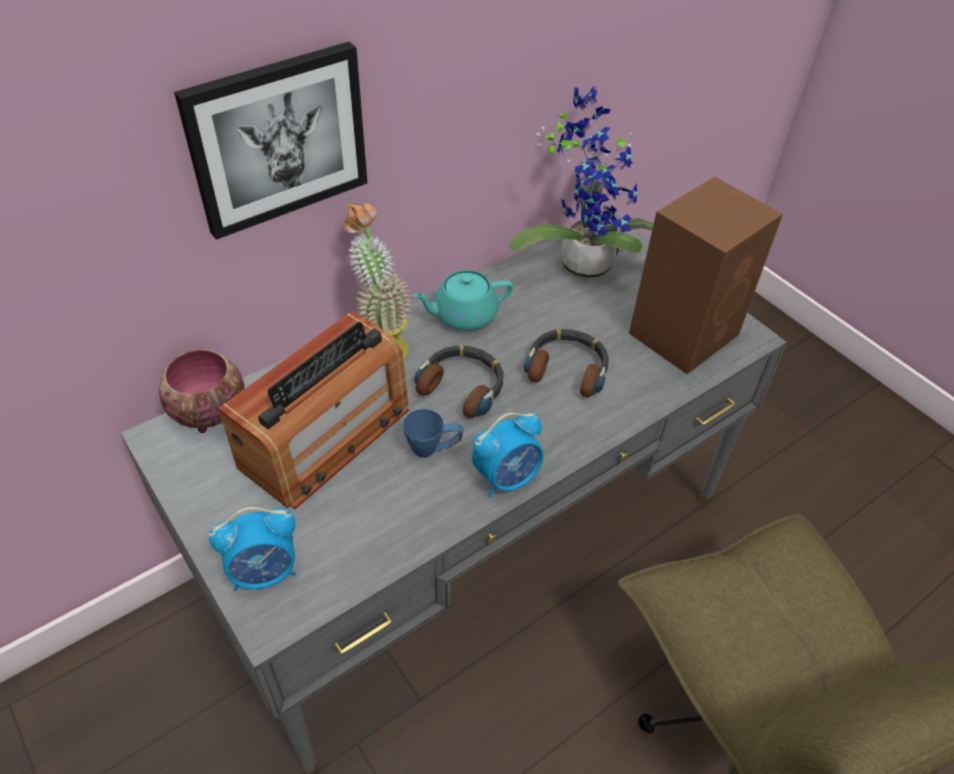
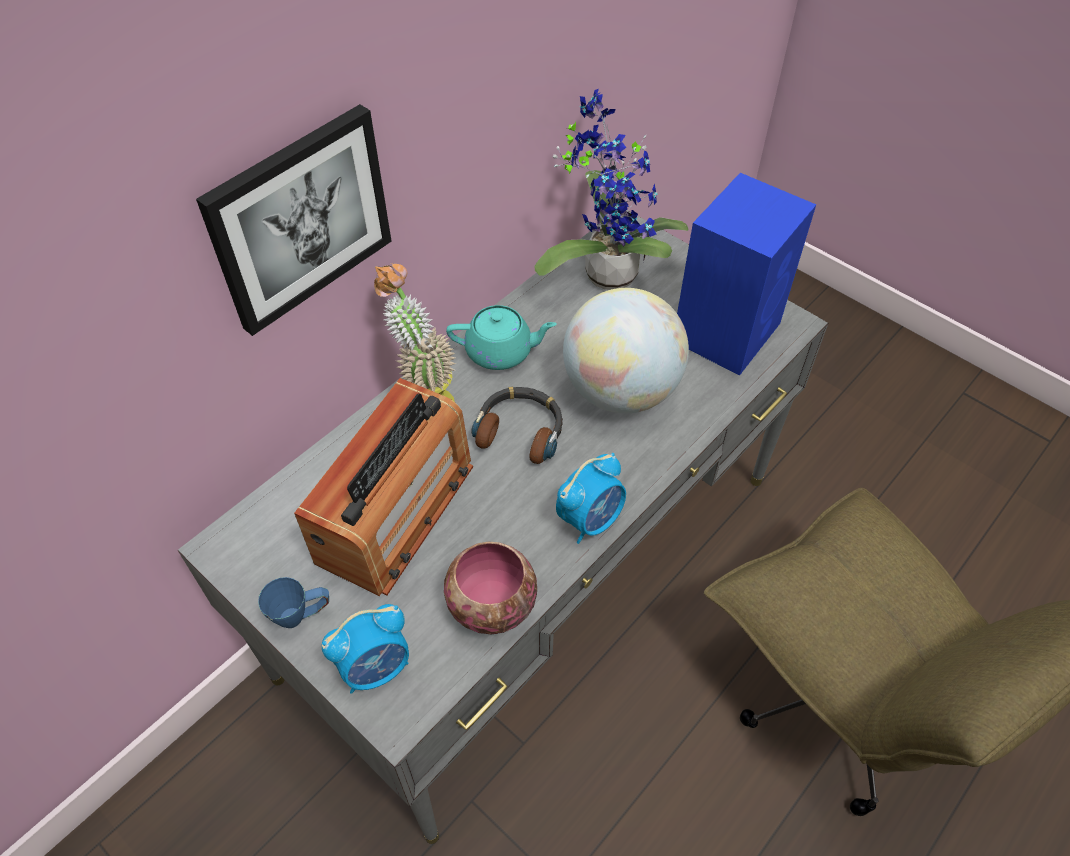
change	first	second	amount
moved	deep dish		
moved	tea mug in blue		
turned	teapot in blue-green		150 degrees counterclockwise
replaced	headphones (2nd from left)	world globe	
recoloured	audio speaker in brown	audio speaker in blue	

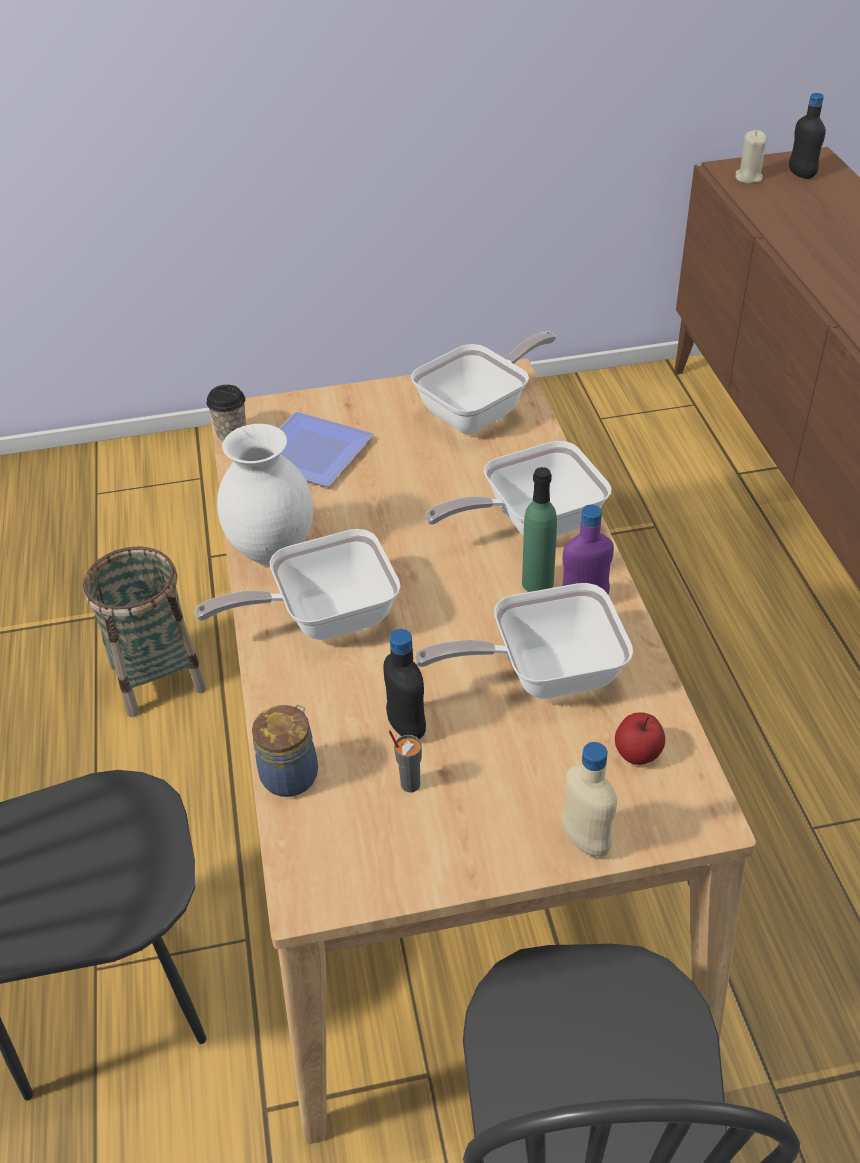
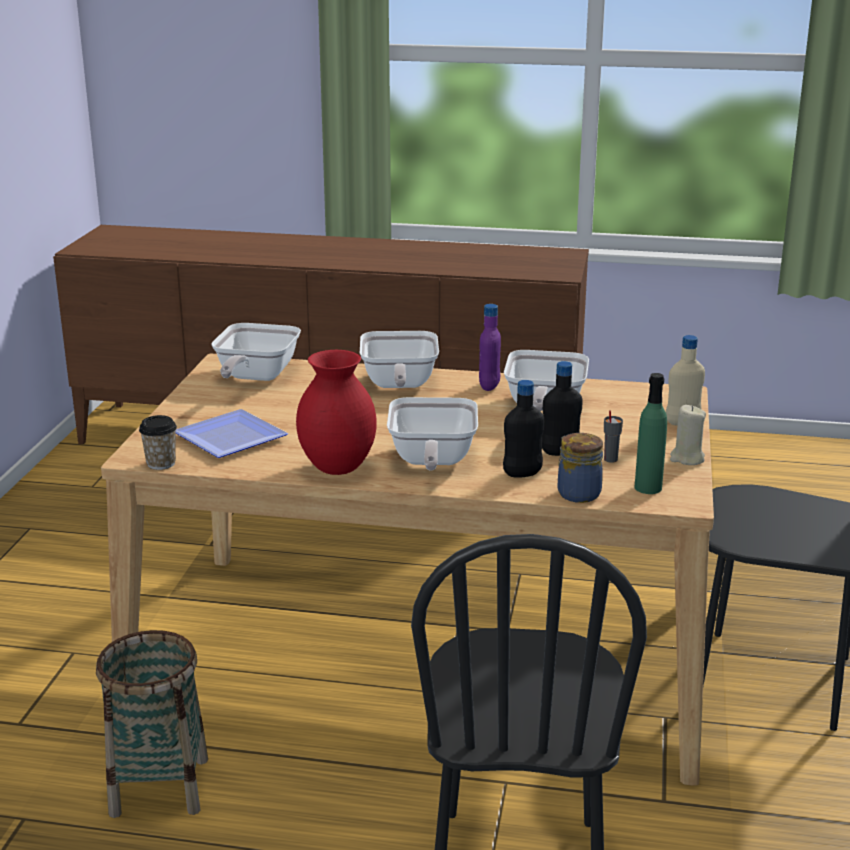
change	first	second	amount
recoloured	flower vase in white	flower vase in red-coloured	
turned	frying pan (2nd from left in the first image)	frying pan (1st from left)	150 degrees counterclockwise
moved	beverage bottle in green-coloured		
removed	apple fruit		
moved	wax light in sand-coloured		
moved	beverage bottle in black-coloured (2nd from left in the first image)	beverage bottle in black-coloured (1st from left)	

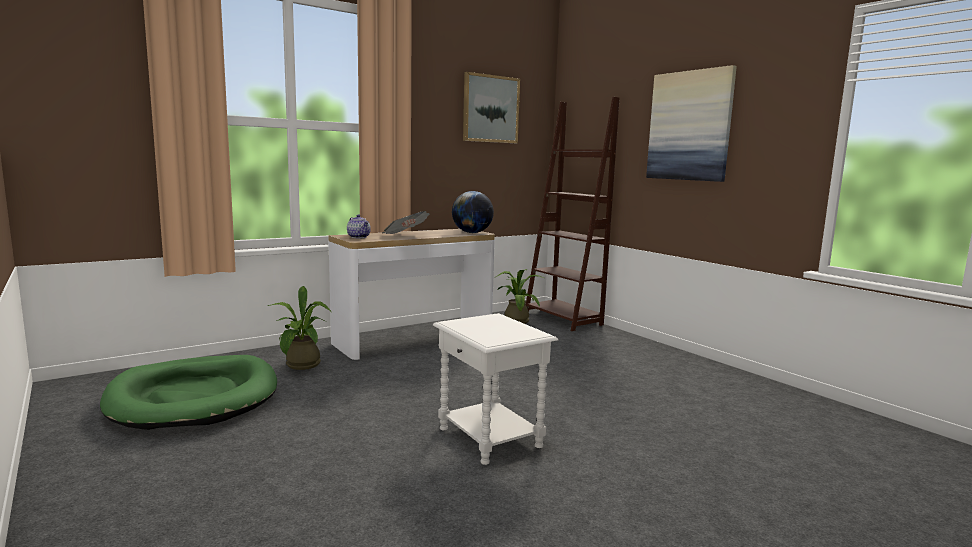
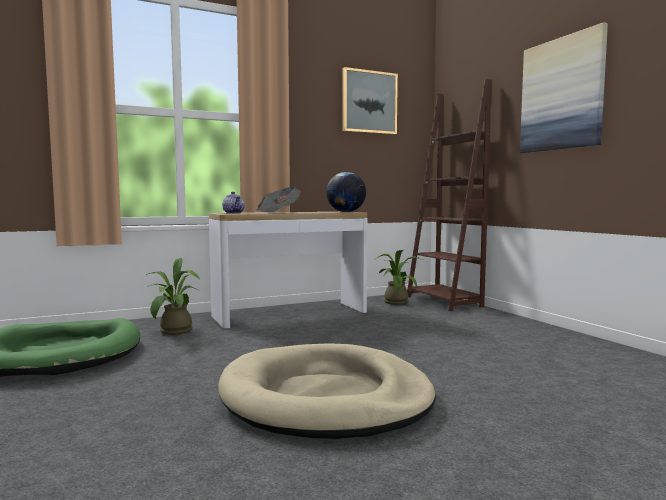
change	first	second	amount
replaced	end table in white	dog bed in sand-coloured	

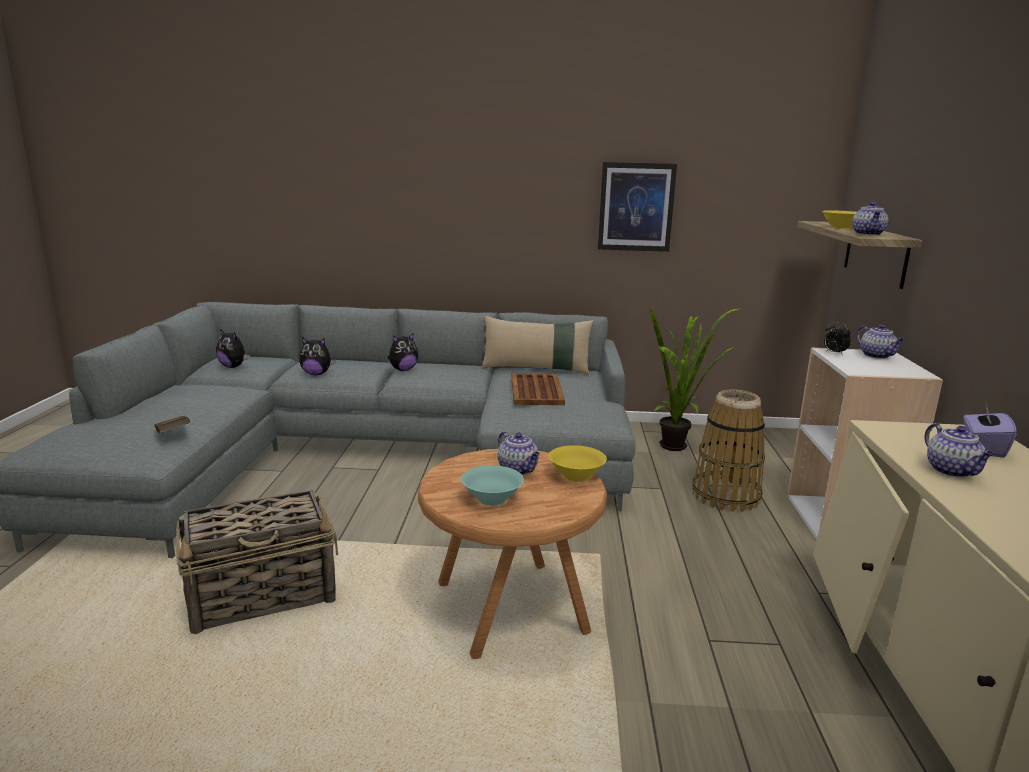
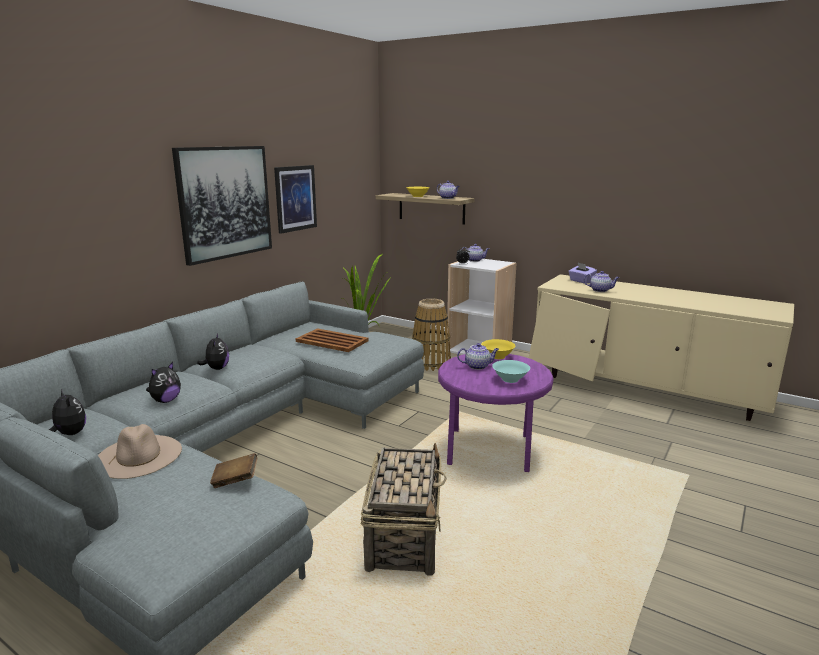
change	first	second	amount
turned	plush toy (1st from left)		105 degrees counterclockwise
recoloured	end table in brown	end table in purple-coloured	
removed	cushion in sand-coloured		
added		wearable hat in sand-coloured	
added		wall art (1st from left)	

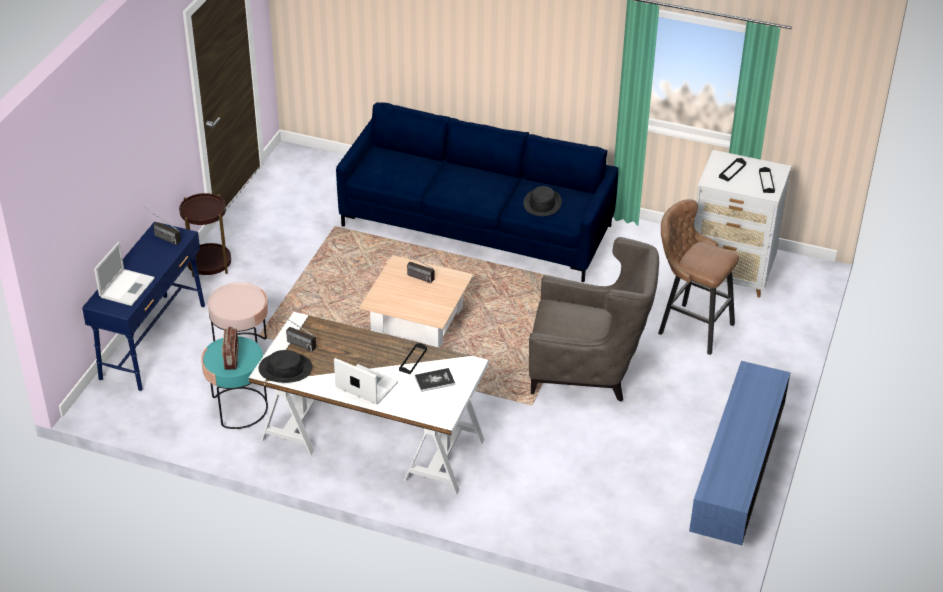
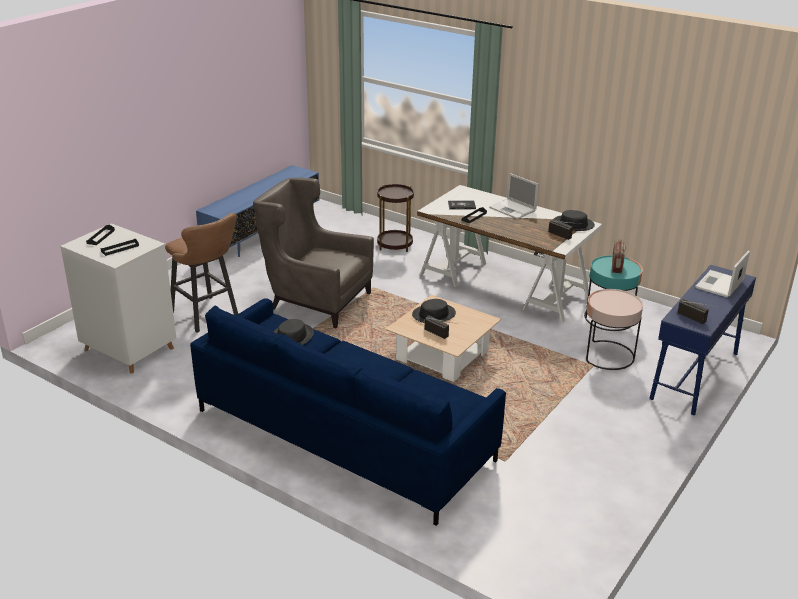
change	first	second	amount
moved	end table in brown		
added		wearable hat in black-coloured (2nd from left)	

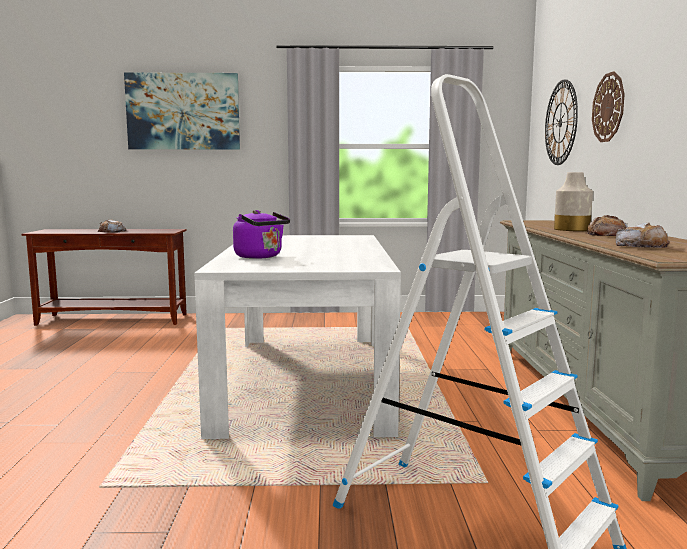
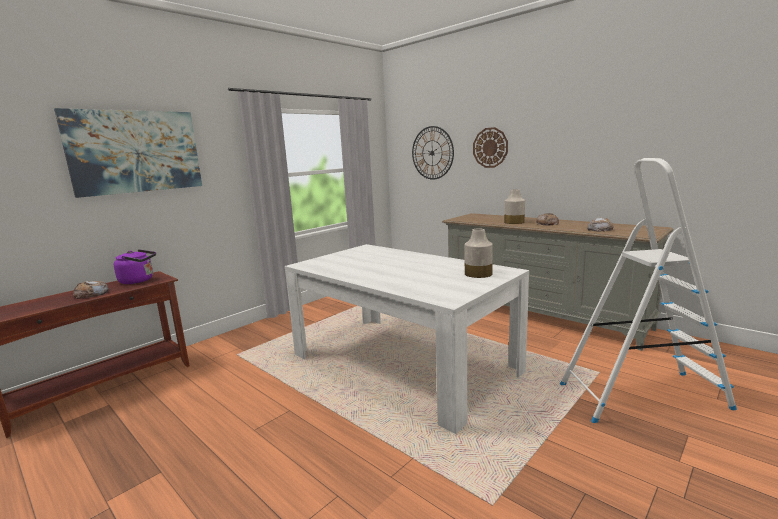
change	first	second	amount
moved	water kettle in purple-coloured		
added		flower vase in sand-coloured (1st from left)	

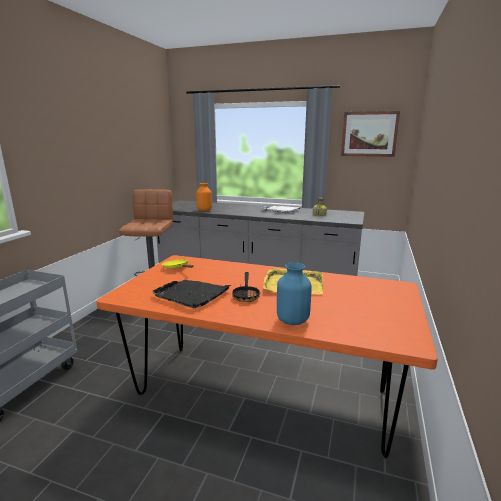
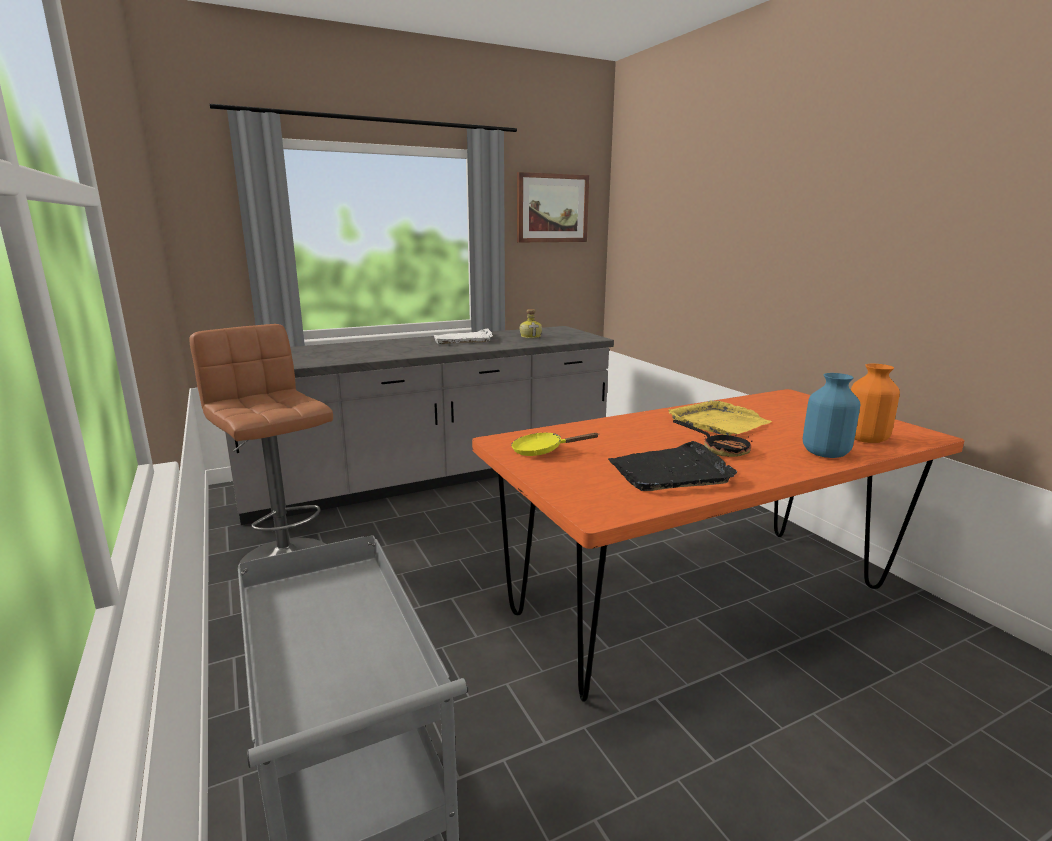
change	first	second	amount
moved	flower vase in orangey		

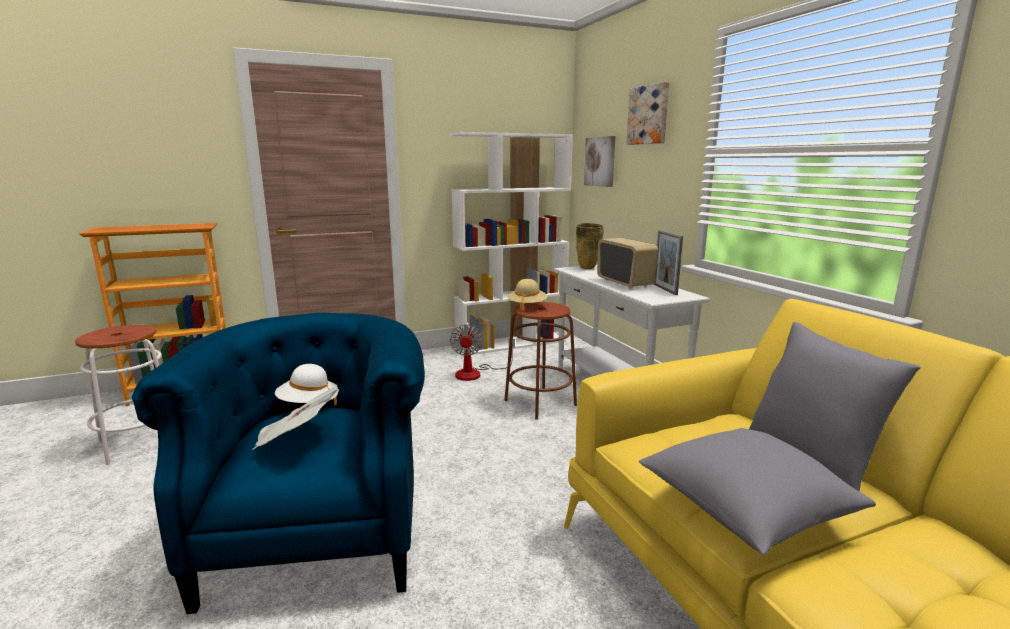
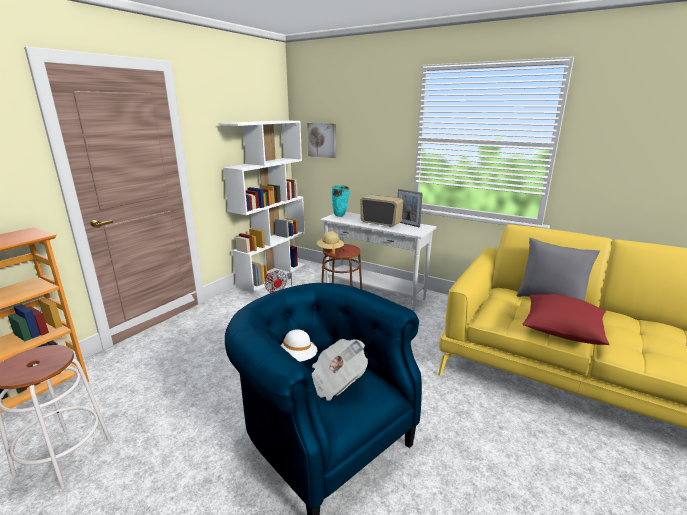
change	first	second	amount
recoloured	flower vase in sand-coloured	flower vase in blue-green	
removed	wall art (2nd from left)		
recoloured	cushion in grey (1st from left)	cushion in red-coloured	

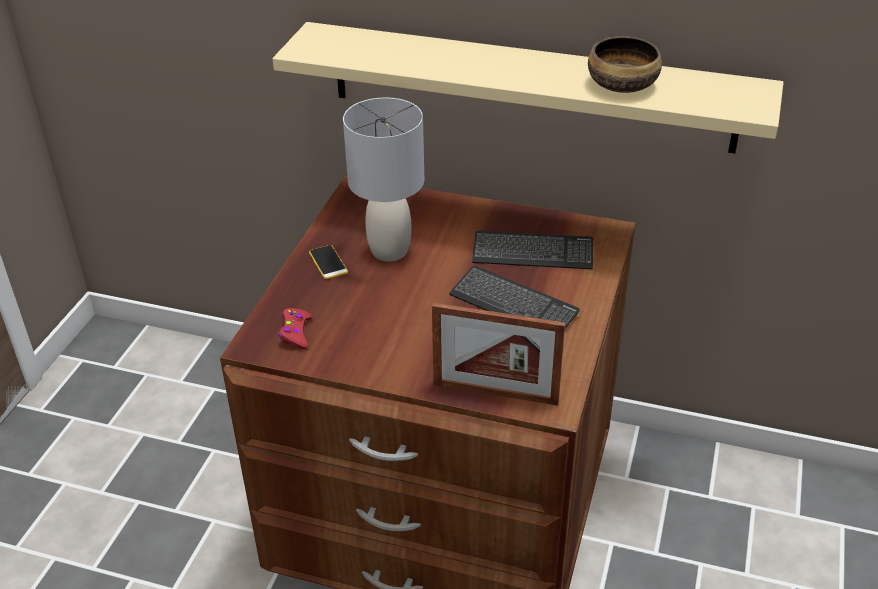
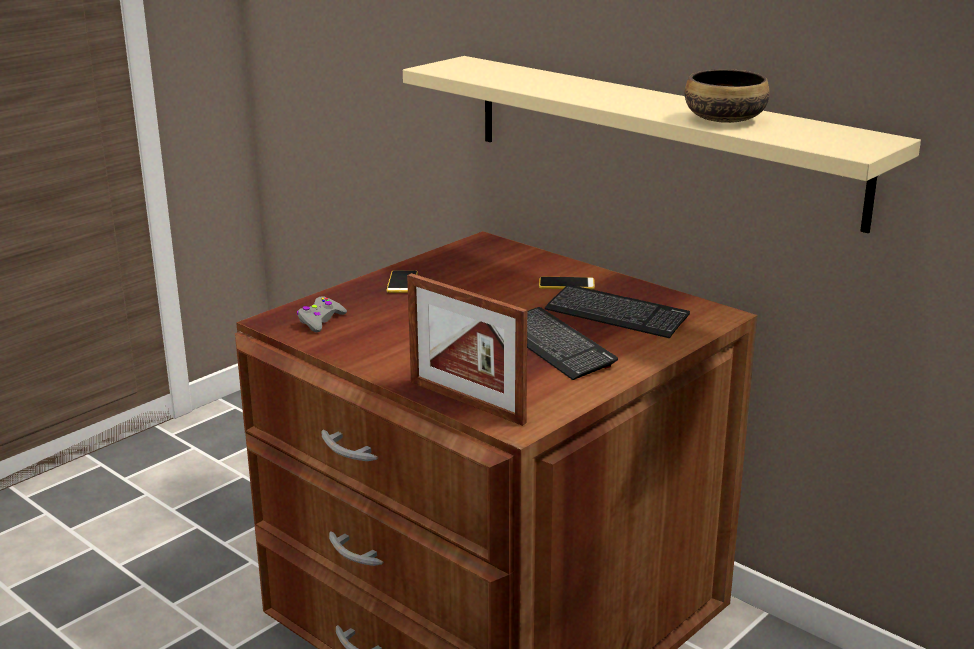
change	first	second	amount
recoloured	joypad in red-coloured	joypad in grey	
removed	table lamp in grey		
added		handset (2nd from left)	

